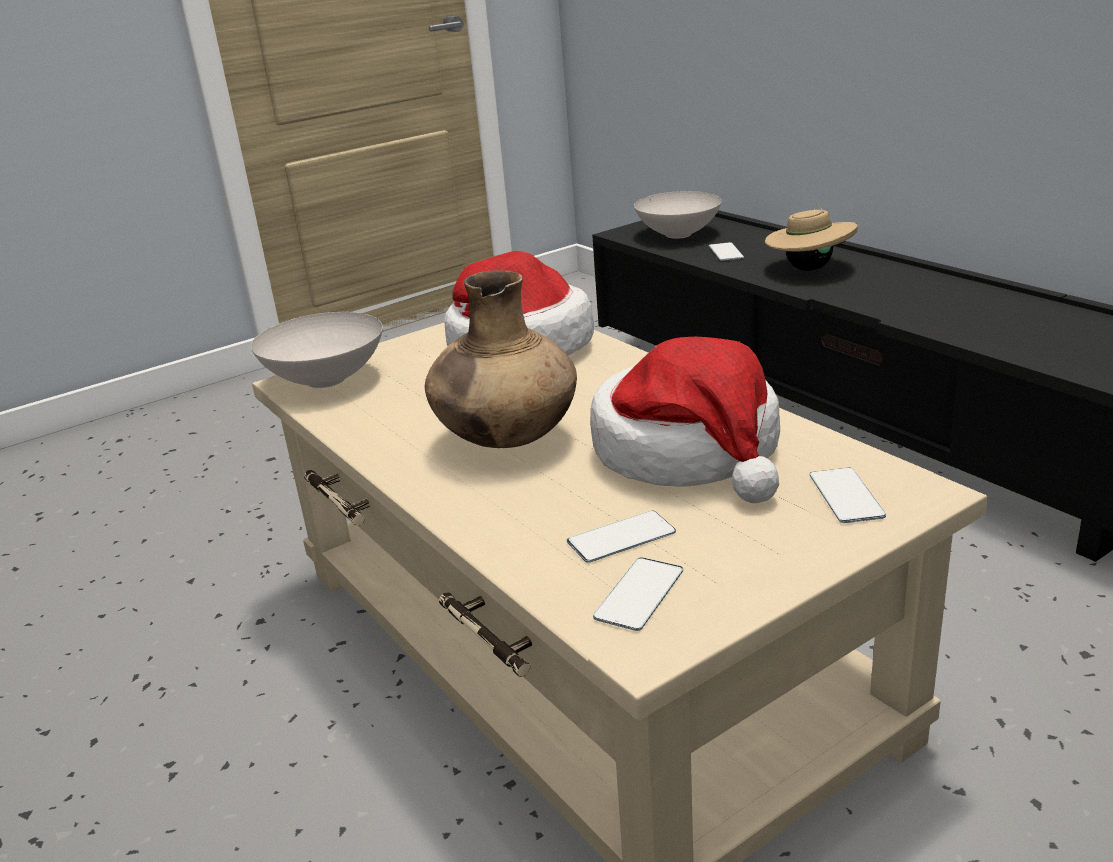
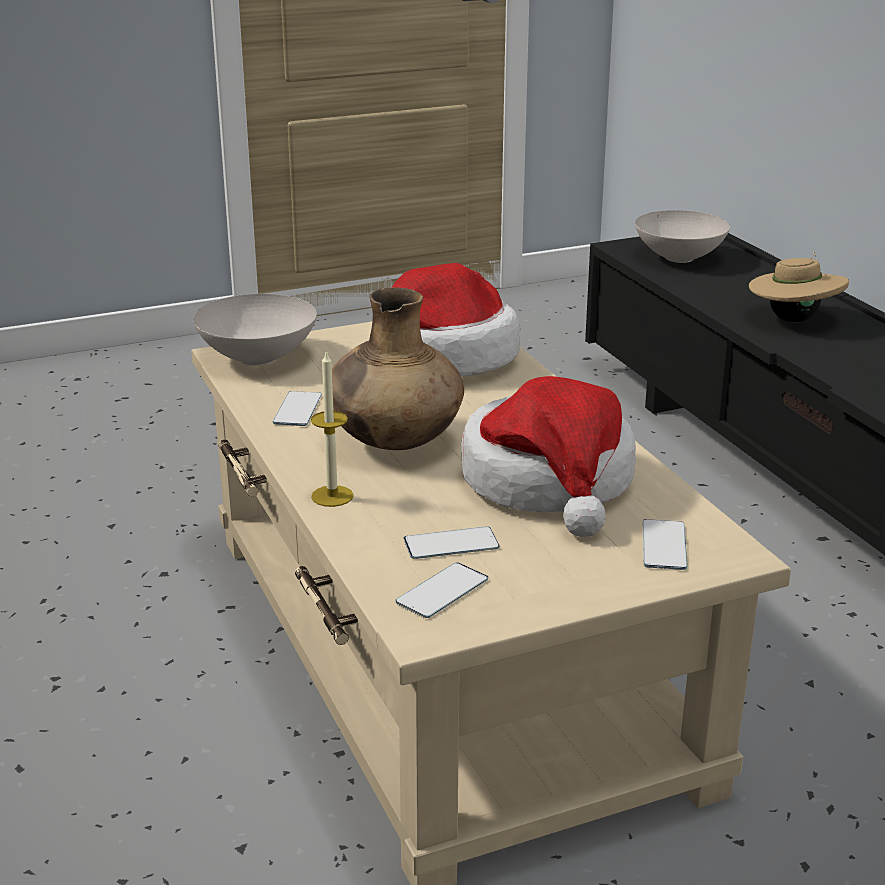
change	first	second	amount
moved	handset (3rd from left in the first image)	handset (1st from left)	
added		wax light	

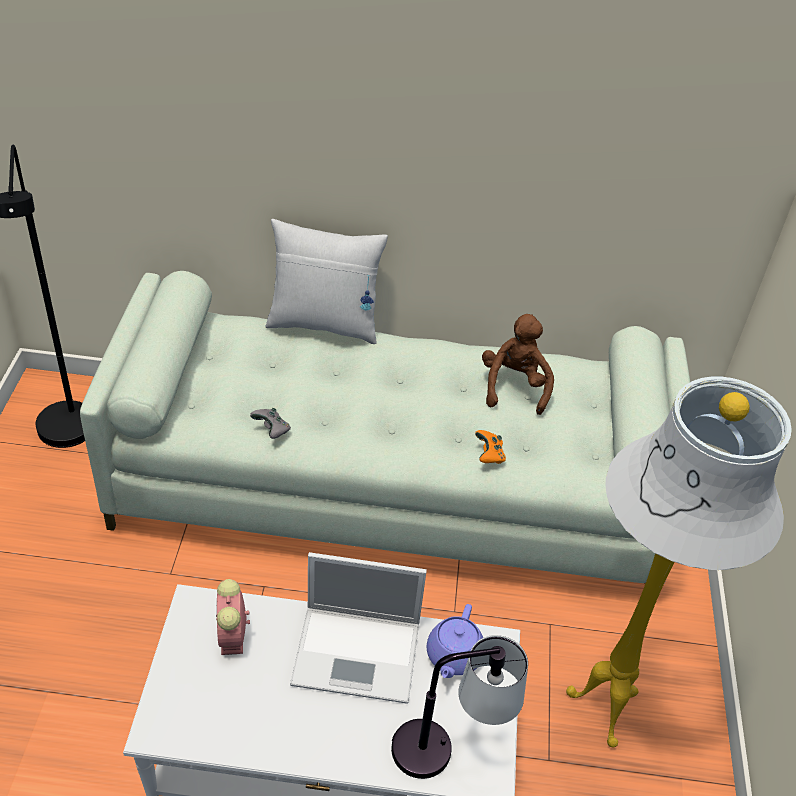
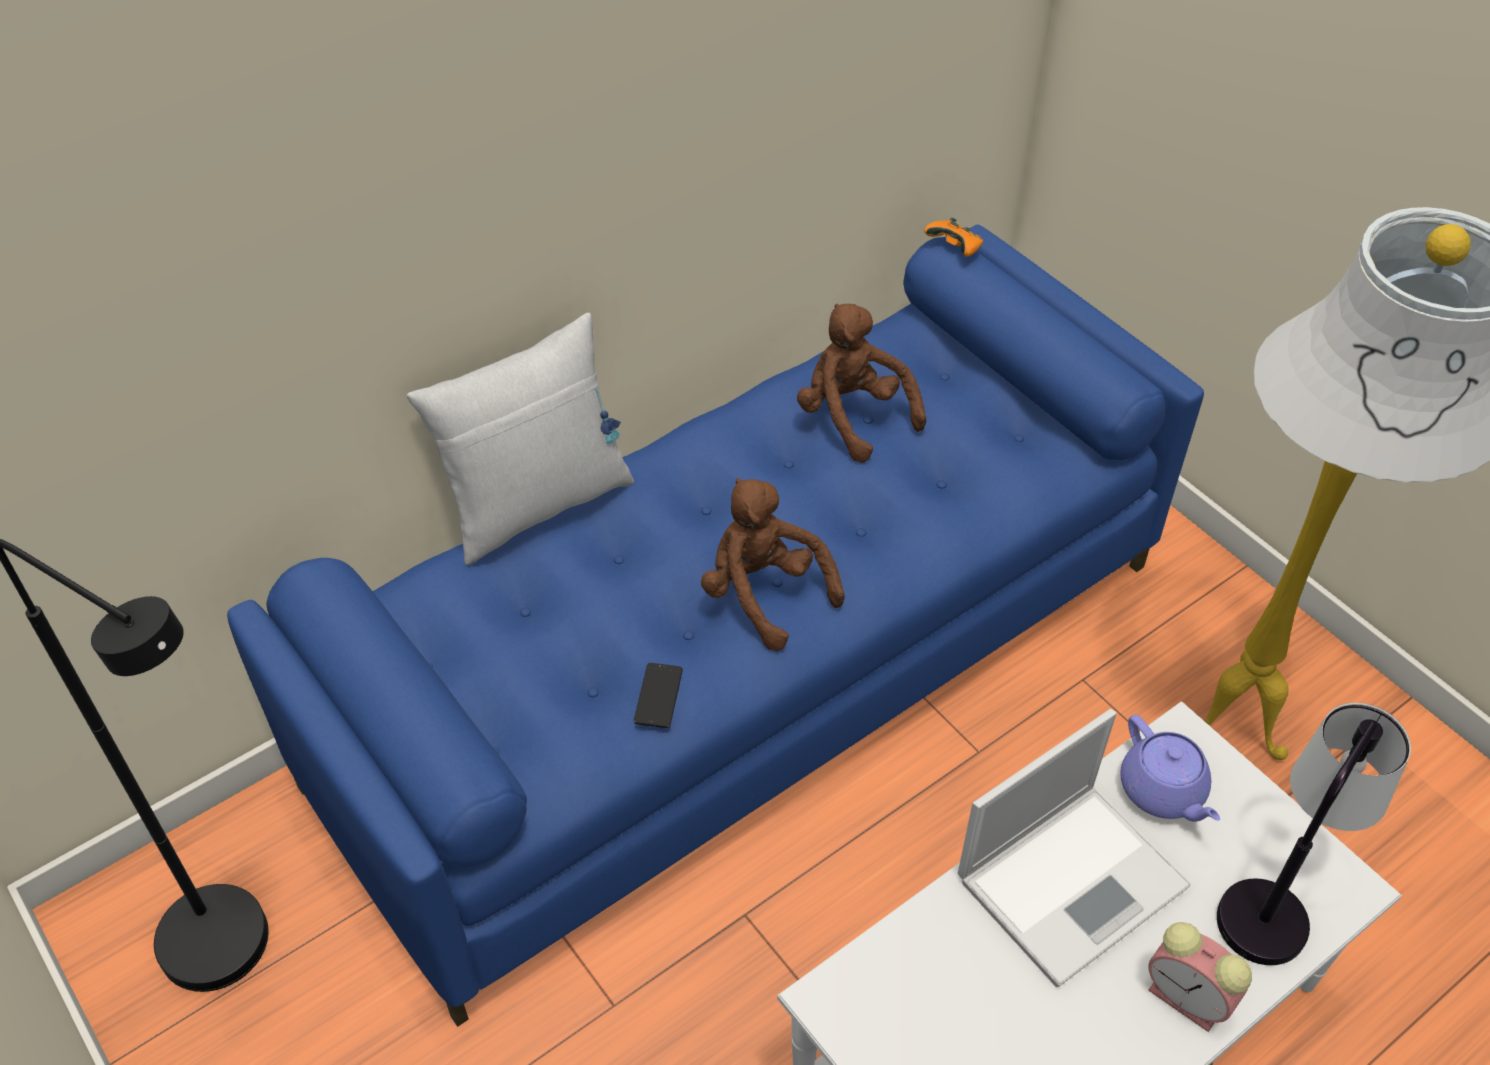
change	first	second	amount
recoloured	sofa in white	sofa in blue	
moved	bedside clock		
replaced	joypad in grey	handset	
moved	joypad in orangey		
added		plush toy in brown (1st from left)	

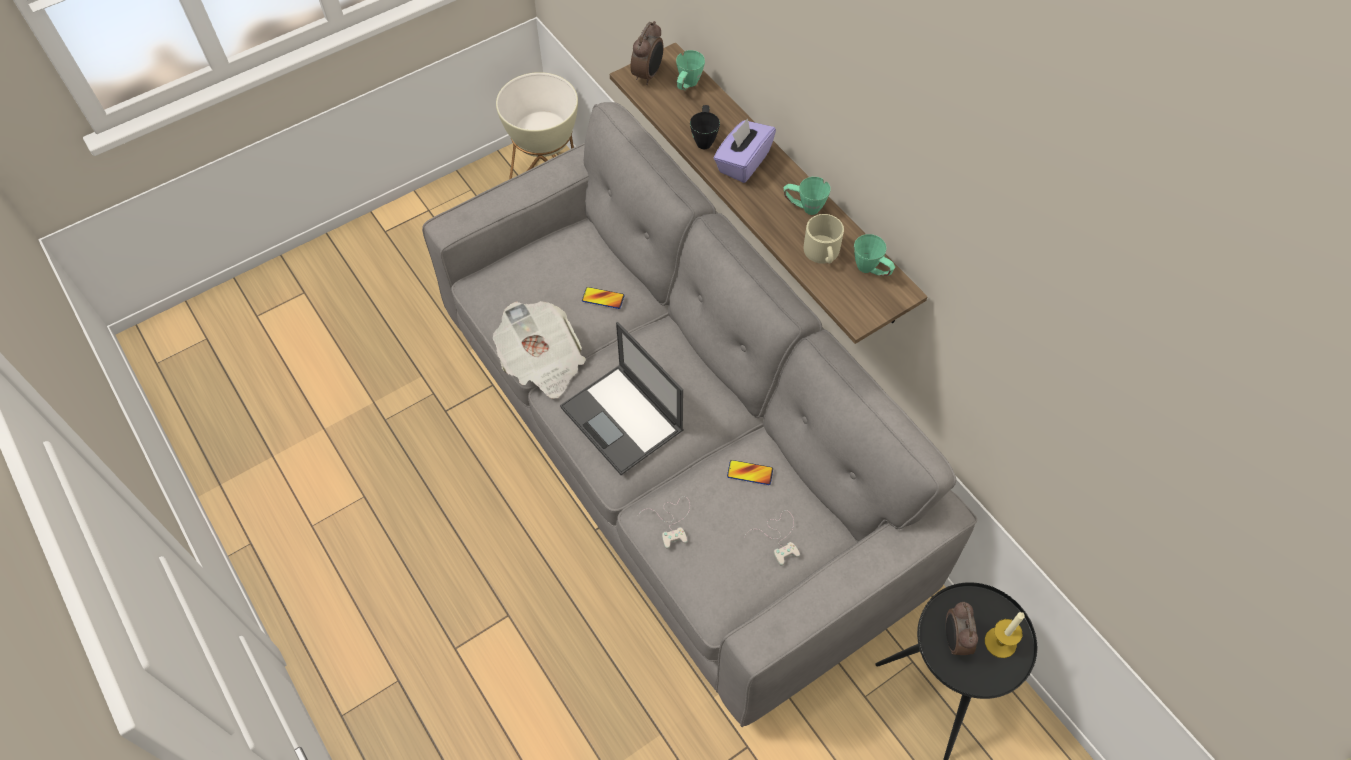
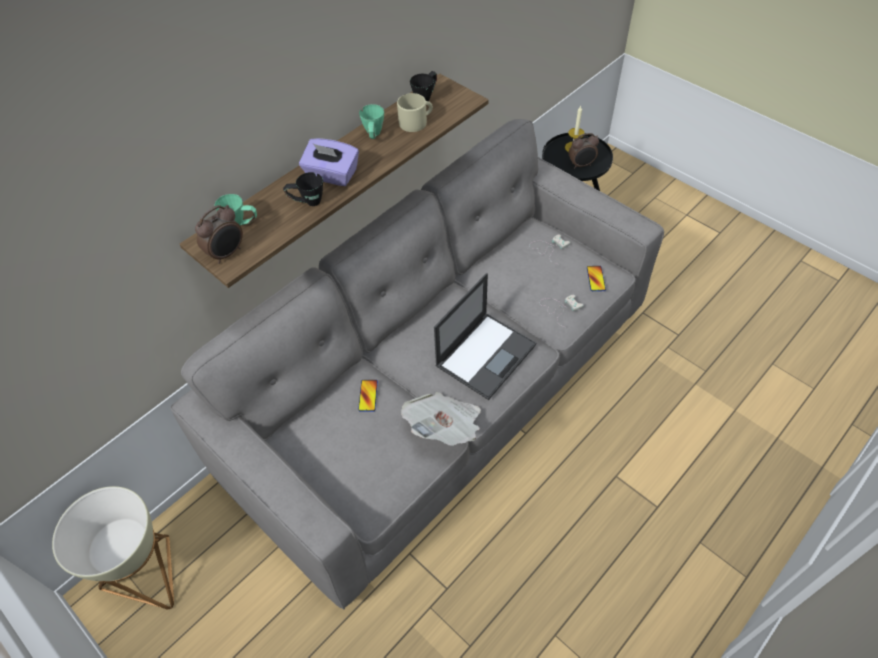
change	first	second	amount
turned	bedside clock (1st from left)		120 degrees clockwise
moved	handset (2nd from left)		
recoloured	tea mug in green-coloured (3rd from left)	tea mug in black-coloured (2nd from left)	

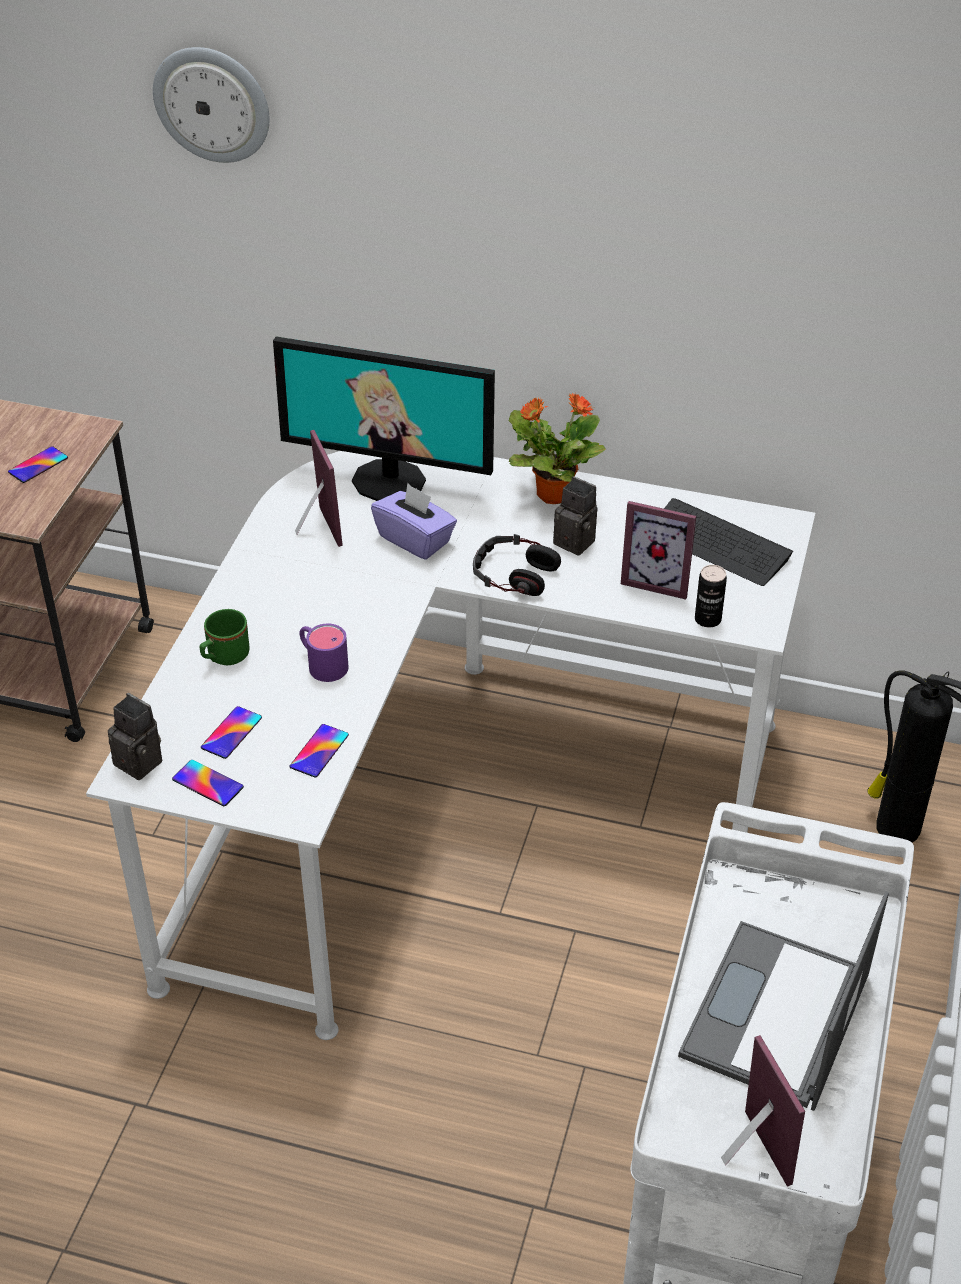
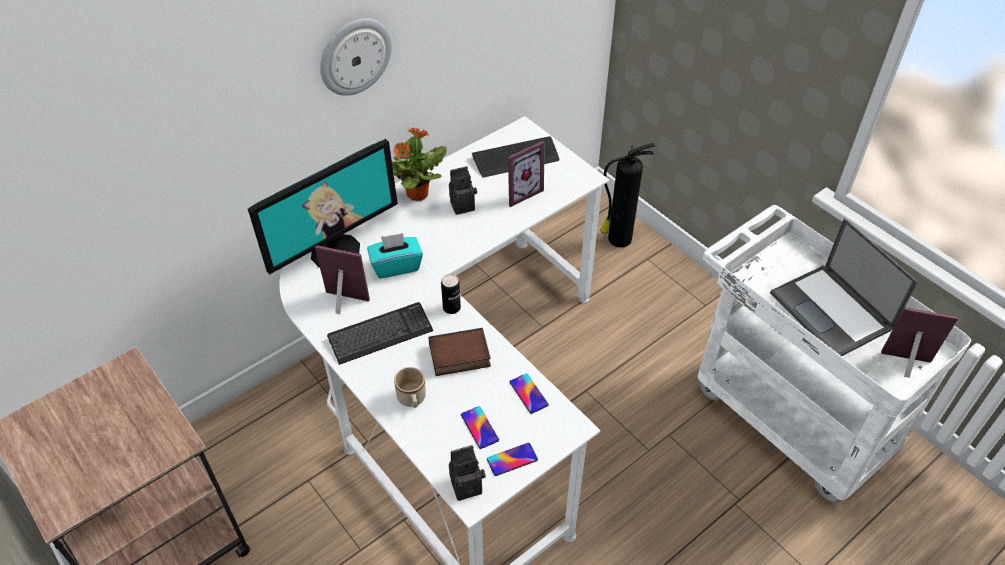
change	first	second	amount
removed	handset (1st from left)		
moved	clock on the wall		
recoloured	tea mug in green-coloured	tea mug in sand-coloured	
replaced	tea mug in purple-coloured	volume	
recoloured	tissue box in purple-coloured	tissue box in blue-green	
removed	headphones		
moved	sealed can		
added		PC keyboard (1st from left)	

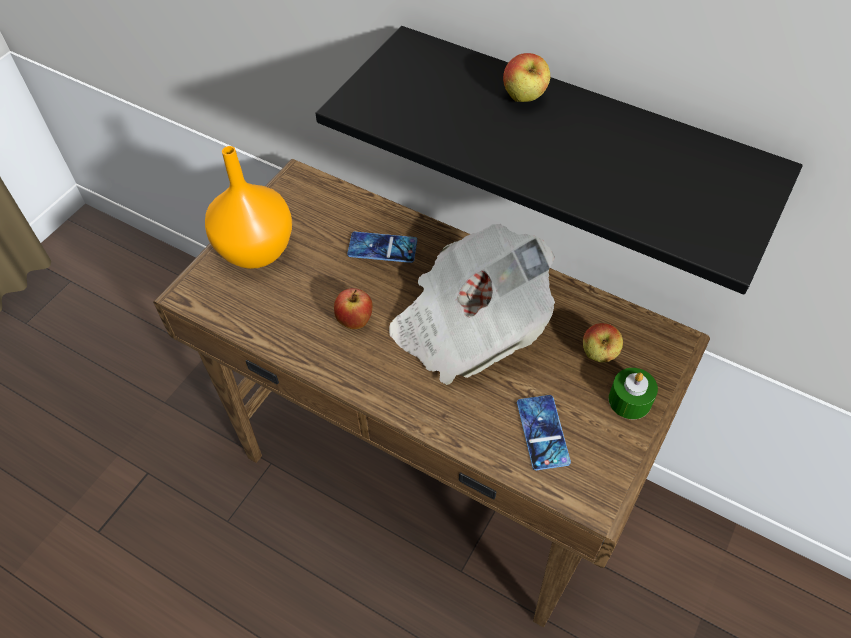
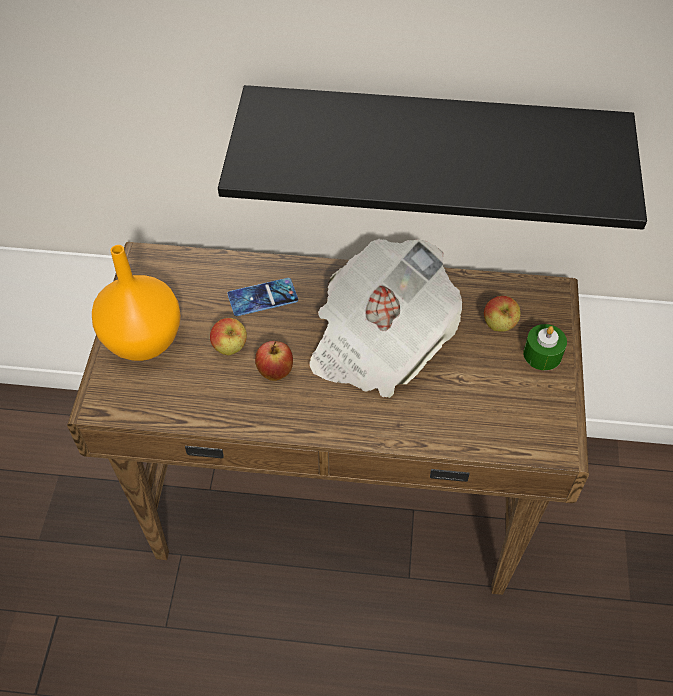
change	first	second	amount
moved	apple fruit (2nd from left in the first image)	apple fruit (1st from left)	
removed	handset (2nd from left)		

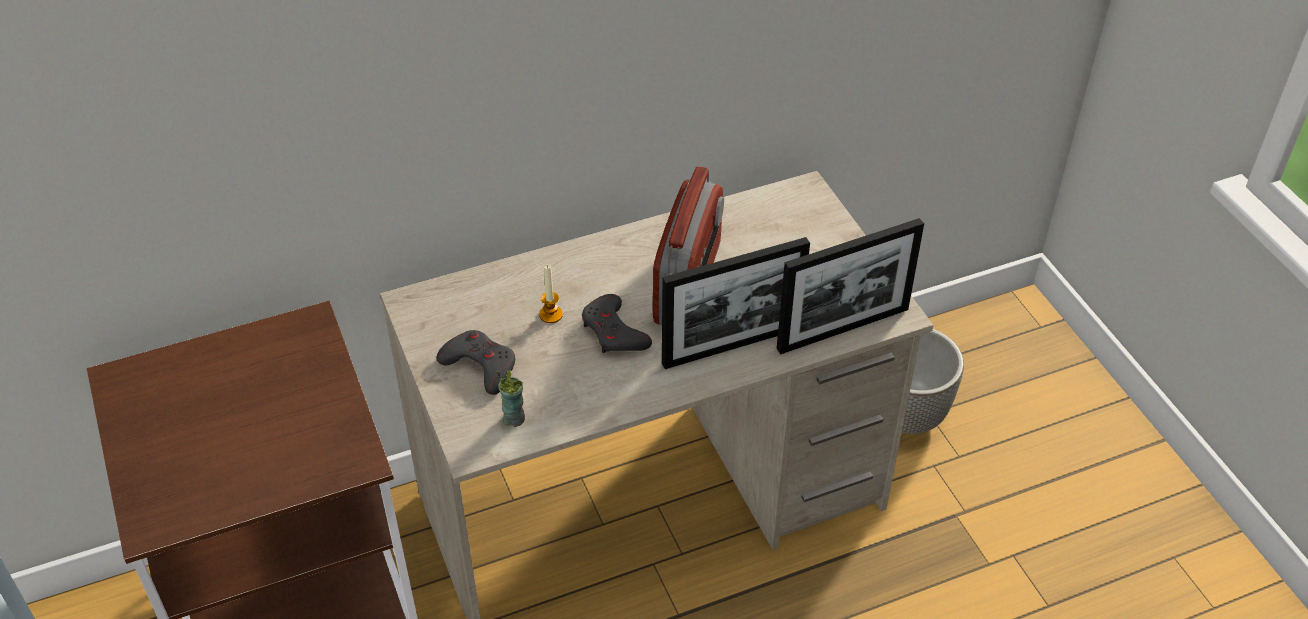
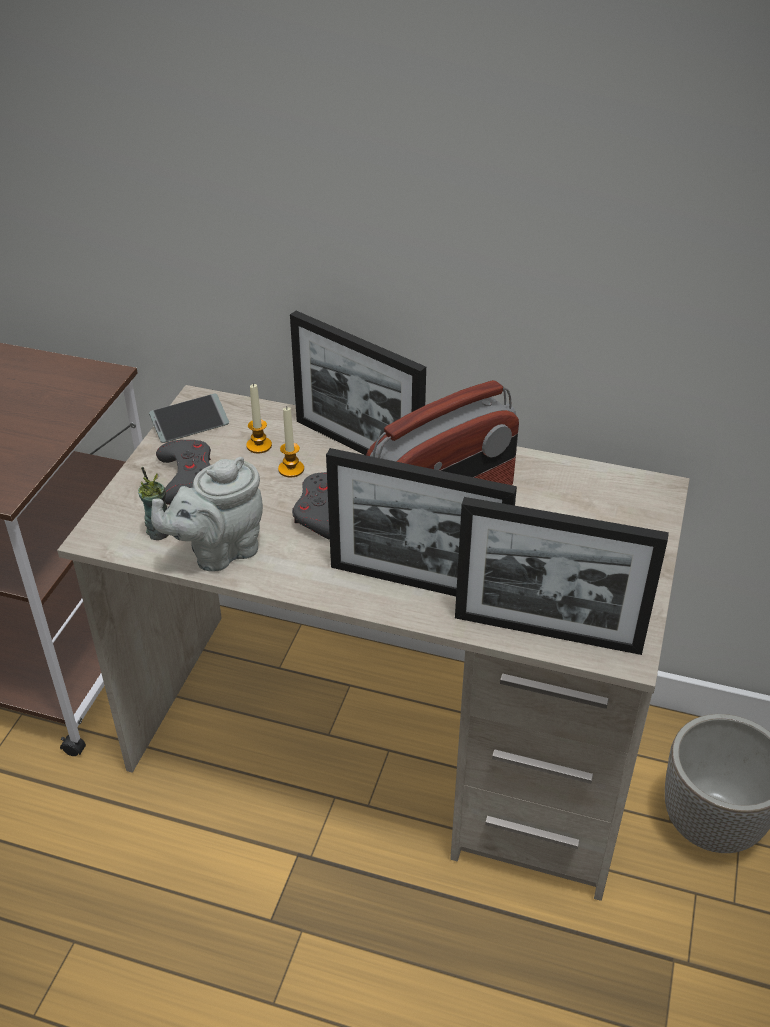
change	first	second	amount
added		handset	
added		teapot in grey	
added		wax light (1st from left)	
added		standing frame (1st from left)	

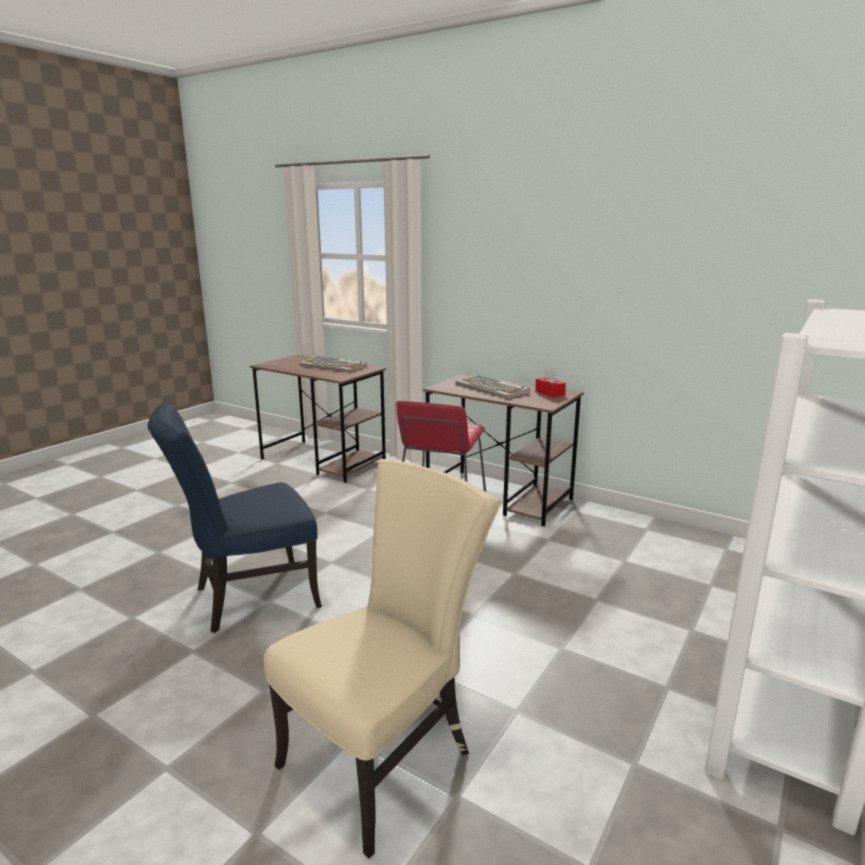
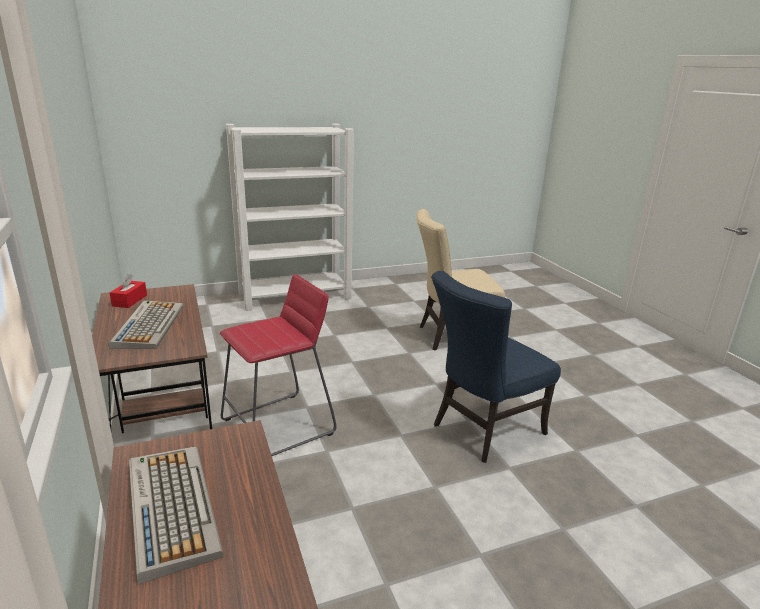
change	first	second	amount
turned	plain chair in blue		135 degrees clockwise

